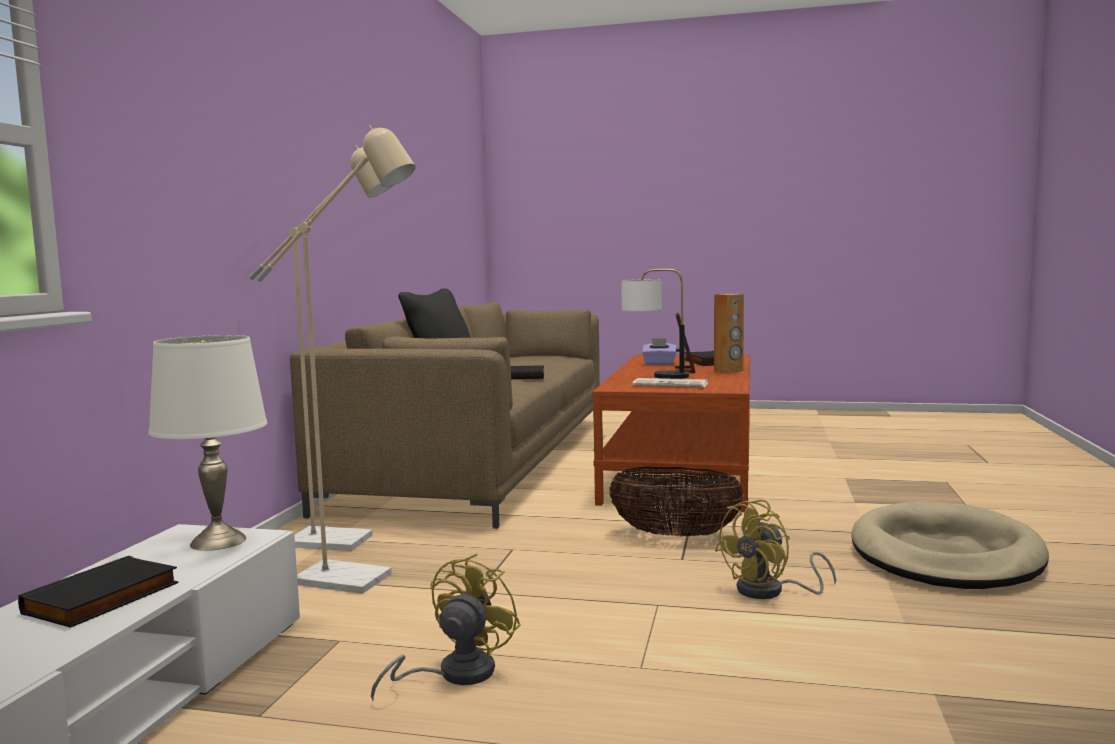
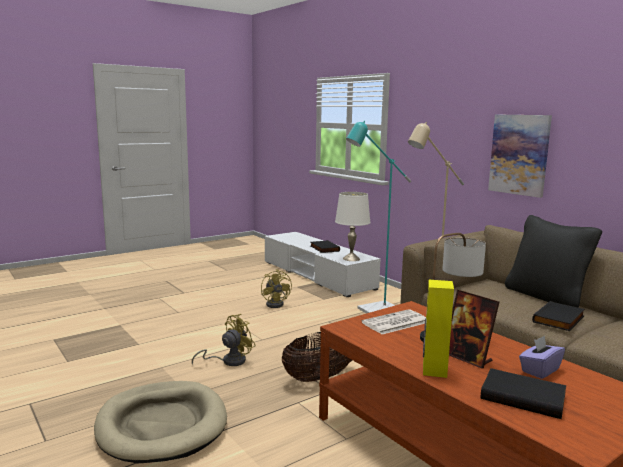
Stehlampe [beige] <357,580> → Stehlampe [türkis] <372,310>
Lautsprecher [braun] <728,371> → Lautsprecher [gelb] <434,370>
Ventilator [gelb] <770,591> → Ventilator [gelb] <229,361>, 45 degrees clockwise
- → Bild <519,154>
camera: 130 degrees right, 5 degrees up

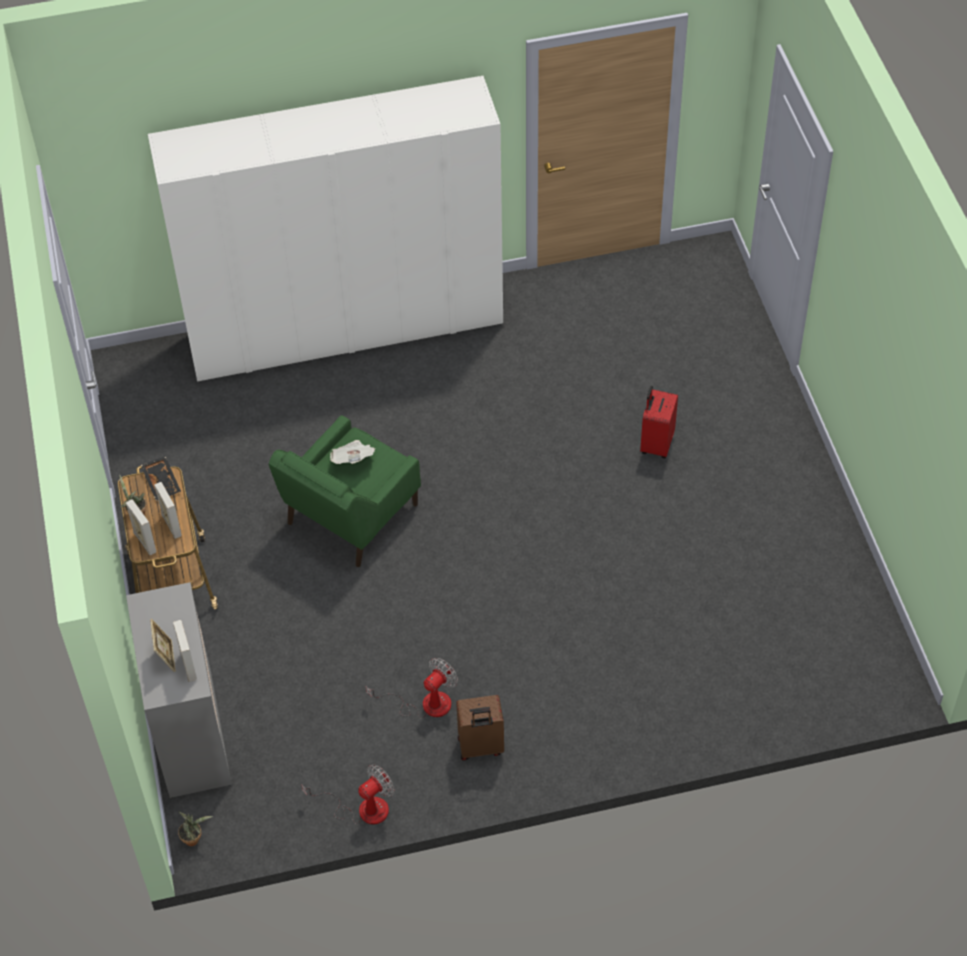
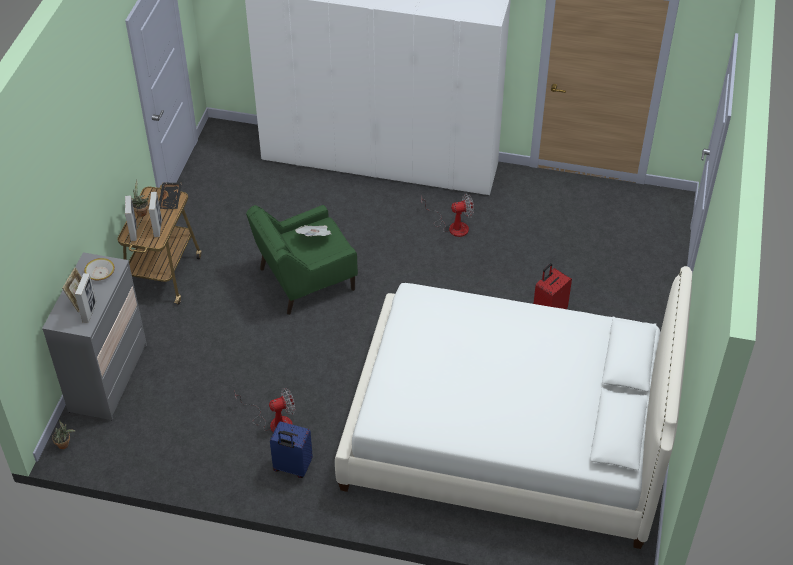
Koffer [braun] <480,747> → Koffer [blau] <292,467>
Ventilator <362,809> → Ventilator <452,226>, move
- → Schüssel <100,273>
- → Bett [weiß] <508,434>
camera: 25 degrees right, 5 degrees down

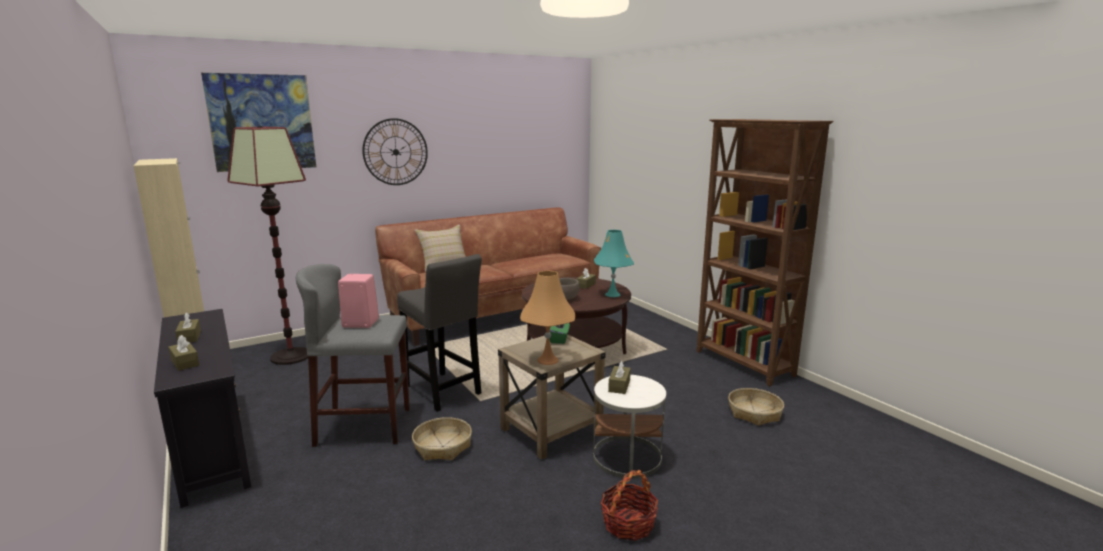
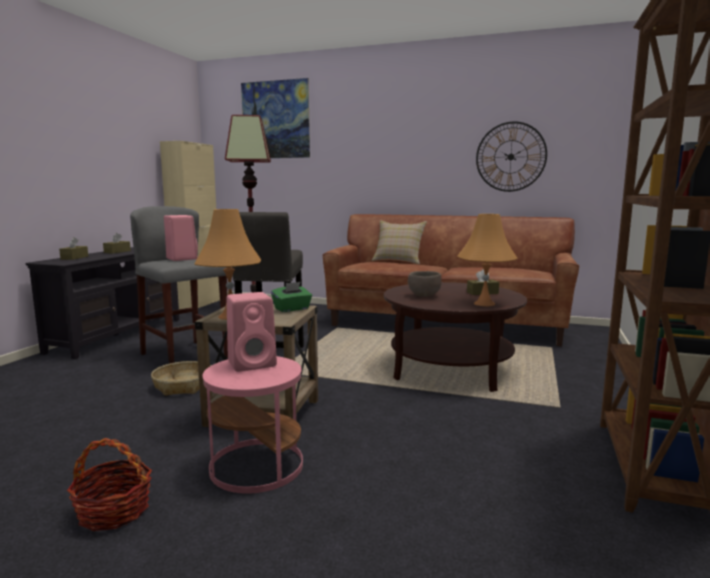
Wanduhr <395,152> → Wanduhr <510,157>, move
Tischlampe [türkis] <612,294> → Tischlampe [orange] <484,304>
Taschentuchbox [braun] <619,386> → Lautsprecher [rosa] <253,363>
Beistelltisch [weiß] <627,457> → Beistelltisch [rosa] <256,466>
Korb <754,413> → -
camera: 50 degrees right, 5 degrees down

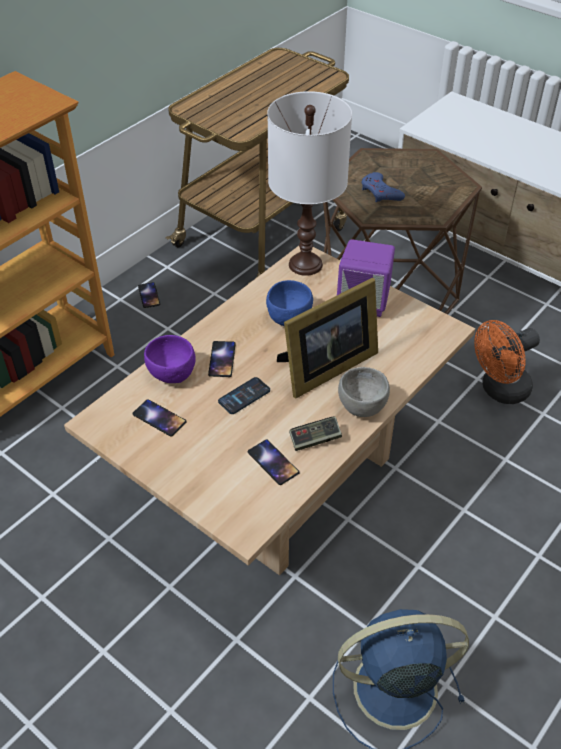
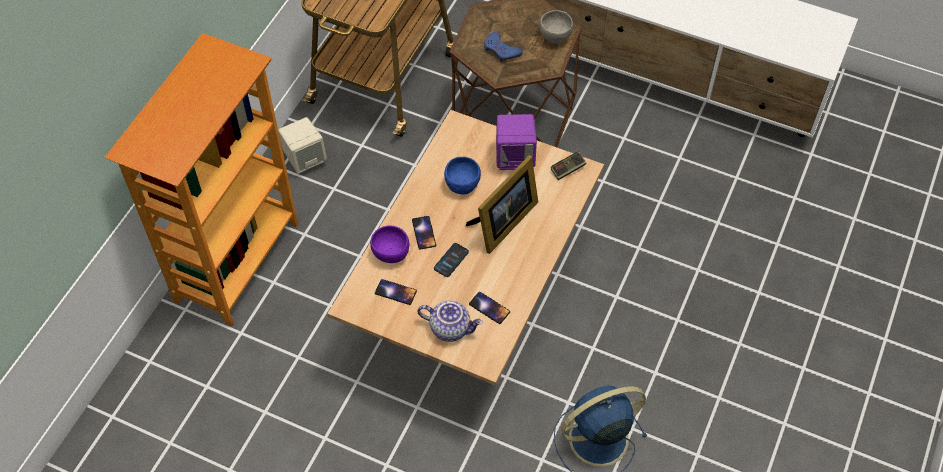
Tischlampe [weiß] <306,264> → -
Handy <149,295> → Lautsprecher [beige] <305,159>
Ventilator [orange] <499,391> → -
Schüssel [grau] <363,406> → Schüssel [grau] <555,36>, move
Gamepad <315,439> → Gamepad <568,169>, move
- → Teekanne <451,328>
camera: 15 degrees left, 10 degrees up

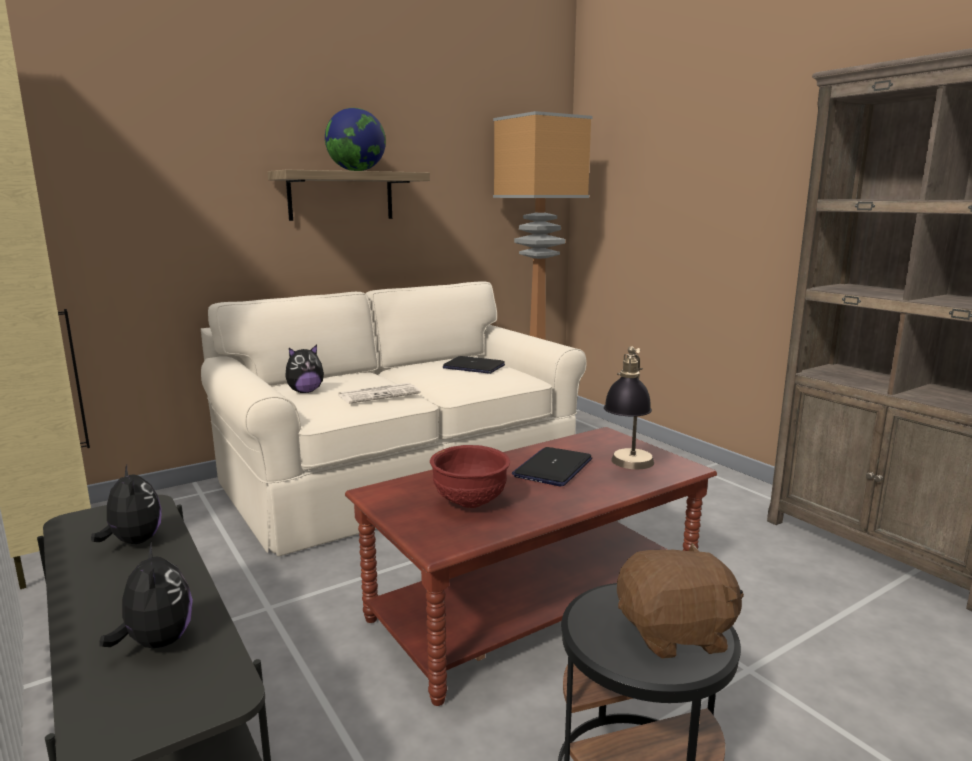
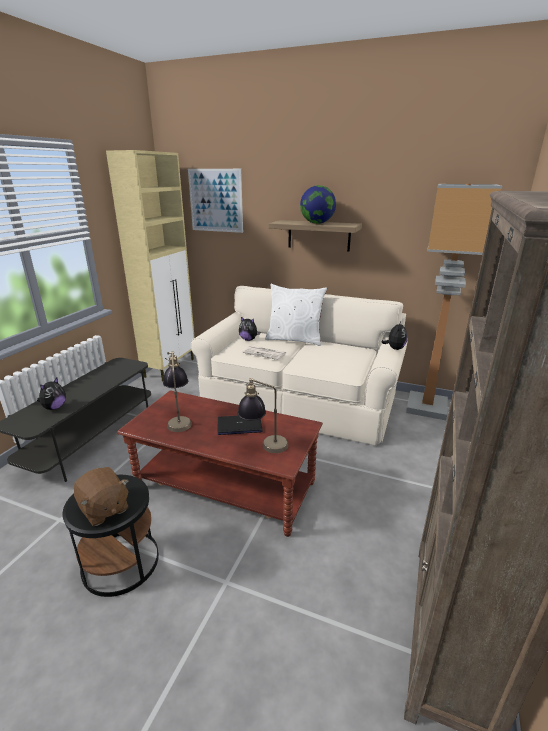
Laptop <473,367> → -
Schüssel [rot] <470,503> → Tischlampe <179,419>
Plüschtier <134,541> → Plüschtier <394,348>, move
- → Bild <216,200>
- → Kissen [weiß] <294,339>
camera: 55 degrees right, 10 degrees up

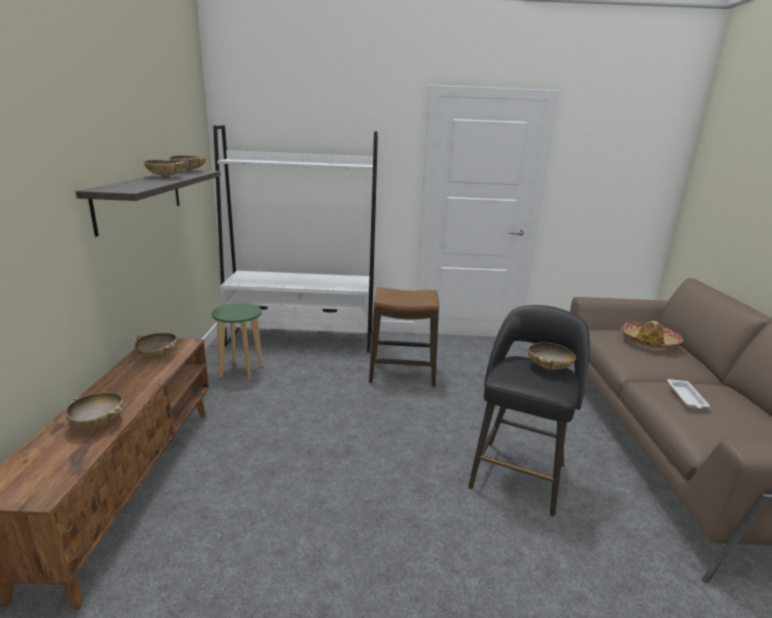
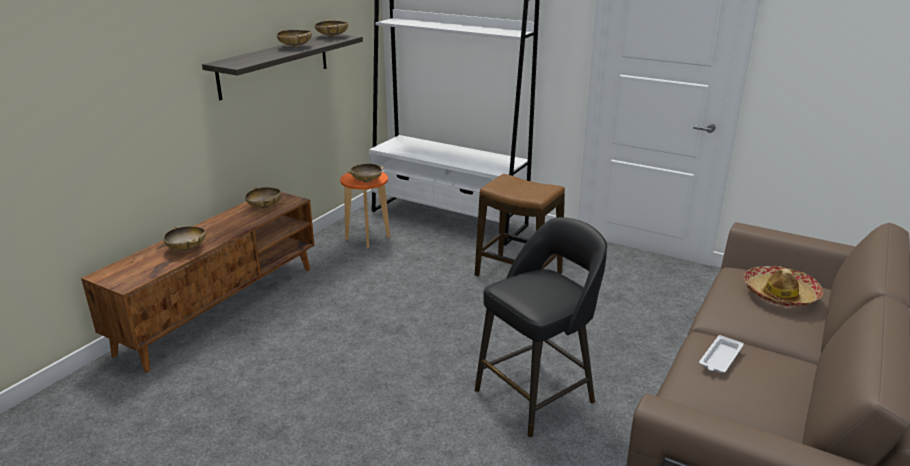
Hocker [grün] <241,371> → Hocker [orange] <367,238>
Schüssel [beige] <549,367> → Schüssel [beige] <367,181>, move
camera: 30 degrees right, 5 degrees up

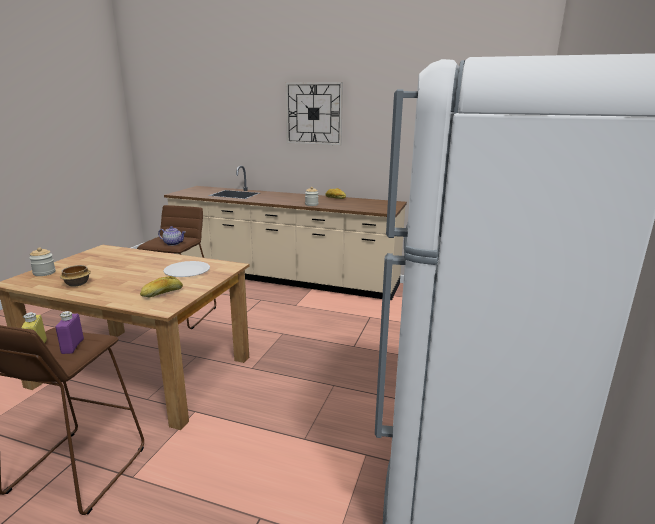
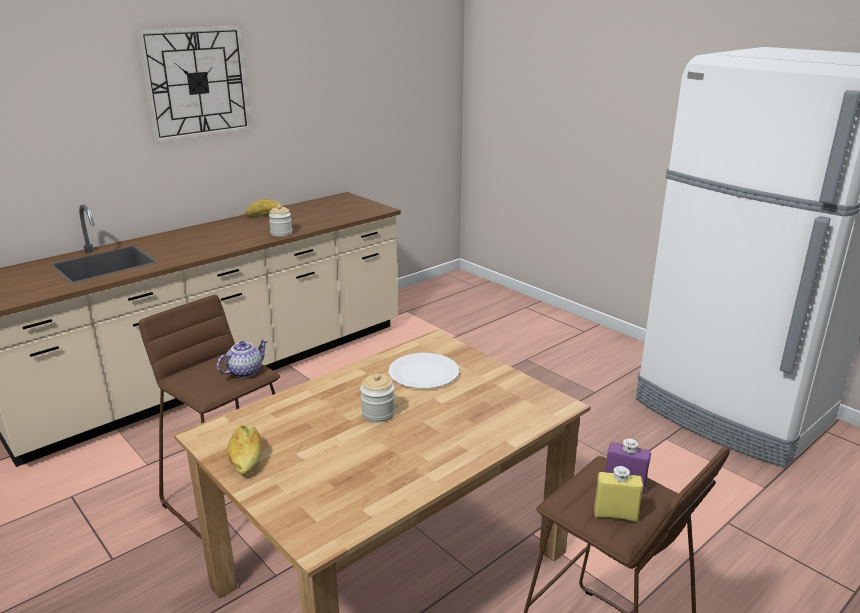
Vorratsglas <44,273> → Vorratsglas <378,414>, move
Schüssel <78,283> → -
Brot <162,293> → Brot <246,458>, move
camera: 60 degrees left, 5 degrees up

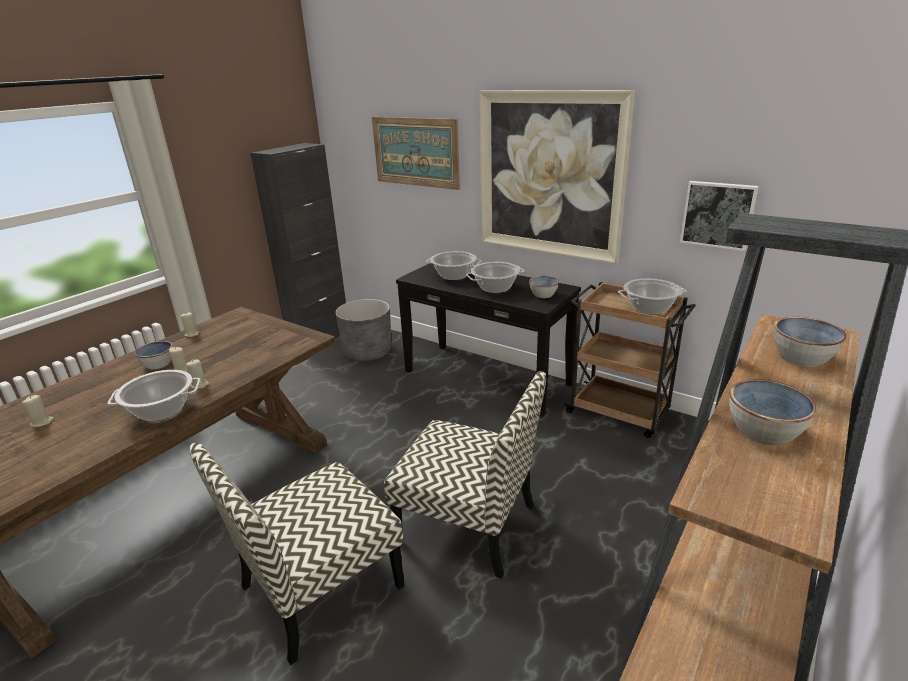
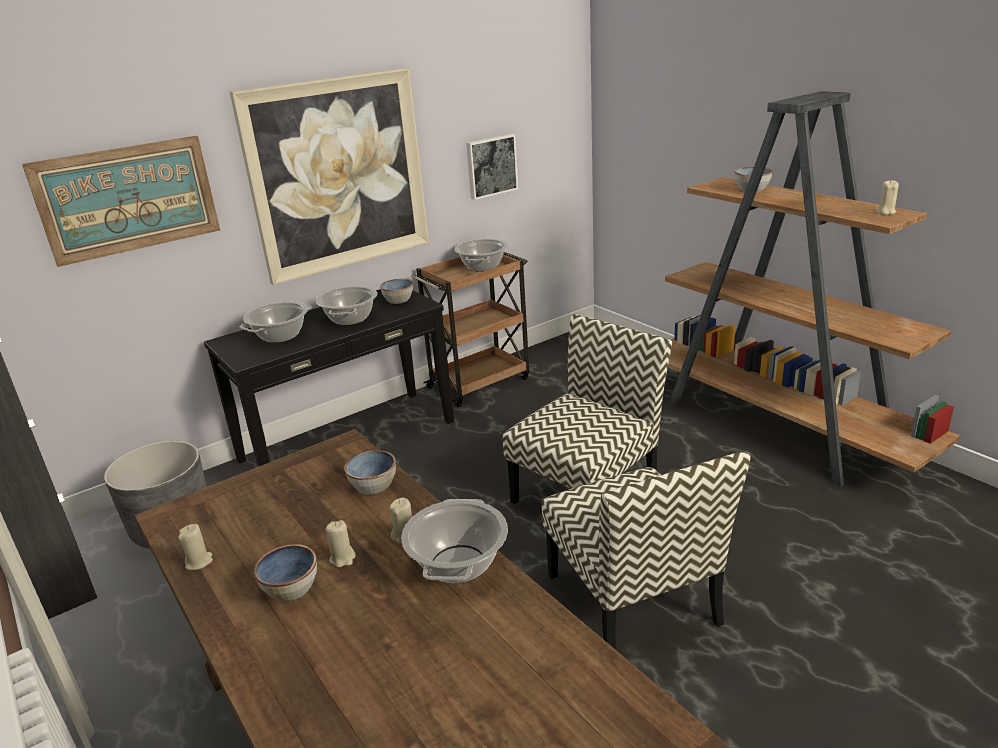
Schüssel <763,432> → Schüssel <373,486>, move
Kerze [beige] <42,422> → Kerze [beige] <885,212>, move
camera: 70 degrees left, 0 degrees up

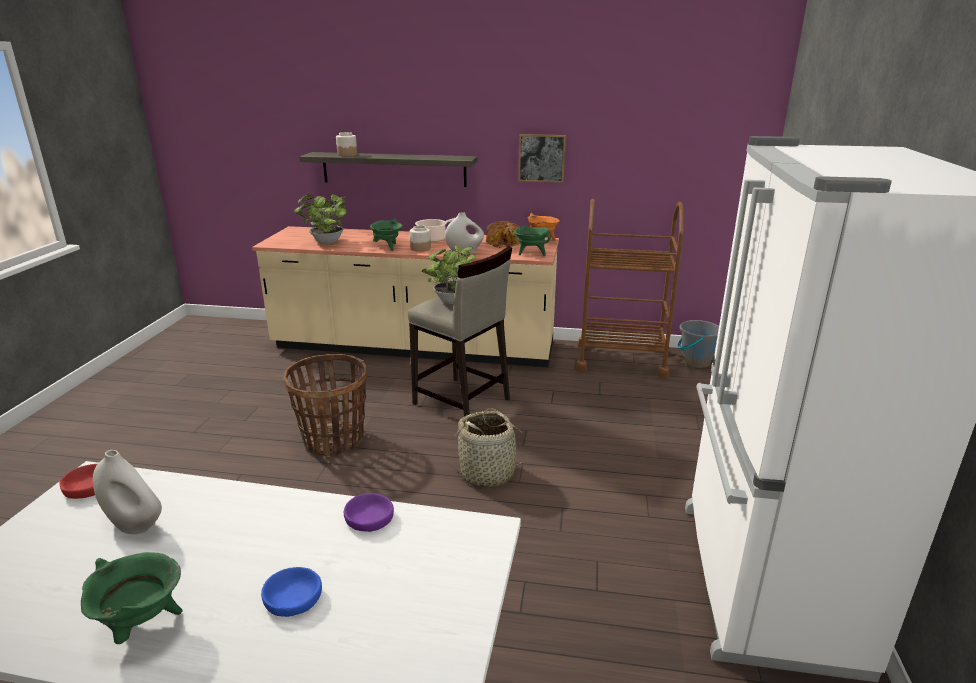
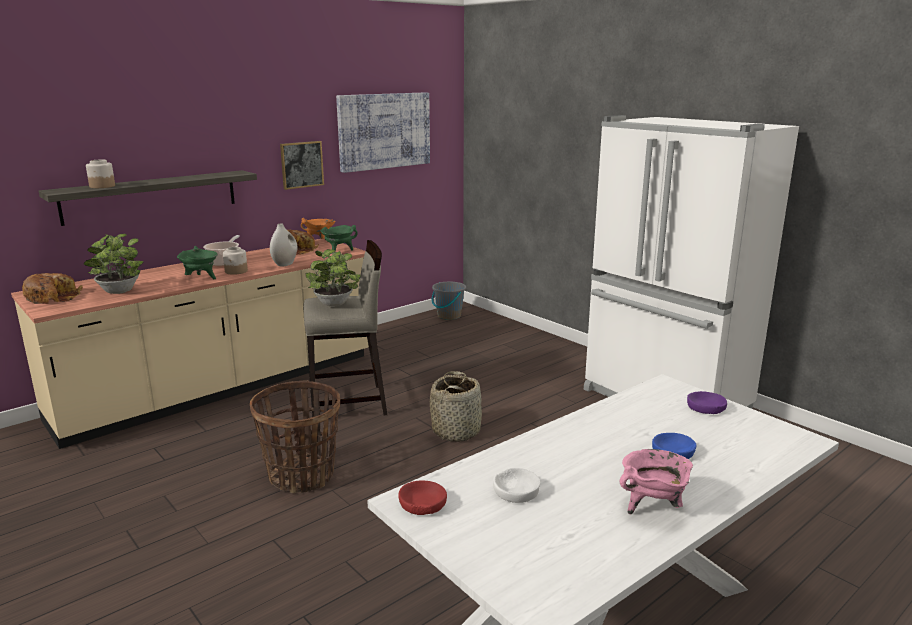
Rollwagen [braun] <621,360> → -
Vase [weiß] <135,524> → Schüssel [weiß] <516,491>
Schüssel [lila] <369,518> → Schüssel [lila] <706,408>, move
Kochtopf [grün] <143,626> → Kochtopf [rosa] <653,506>
- → Bild <383,131>
- → Brot <53,297>
camera: 50 degrees left, 5 degrees down

